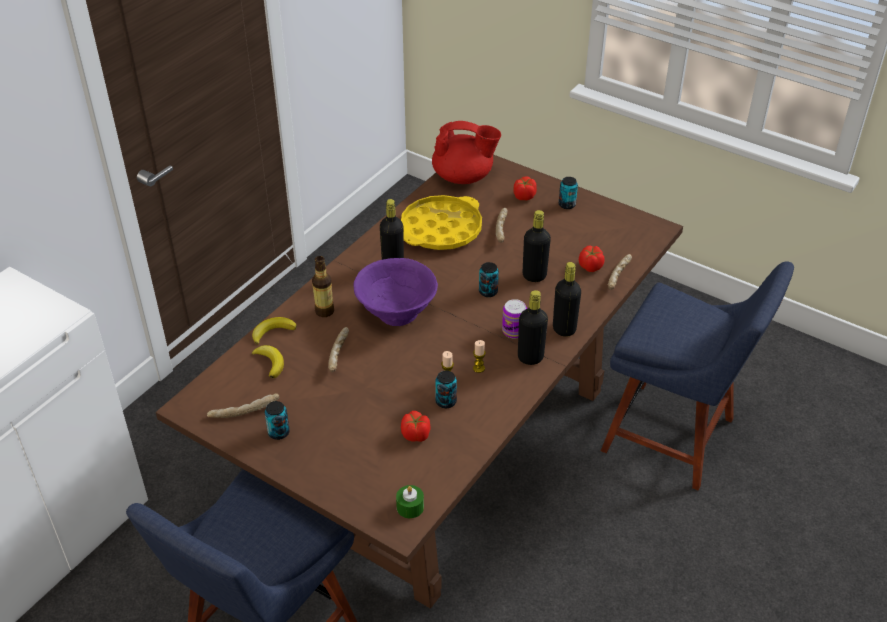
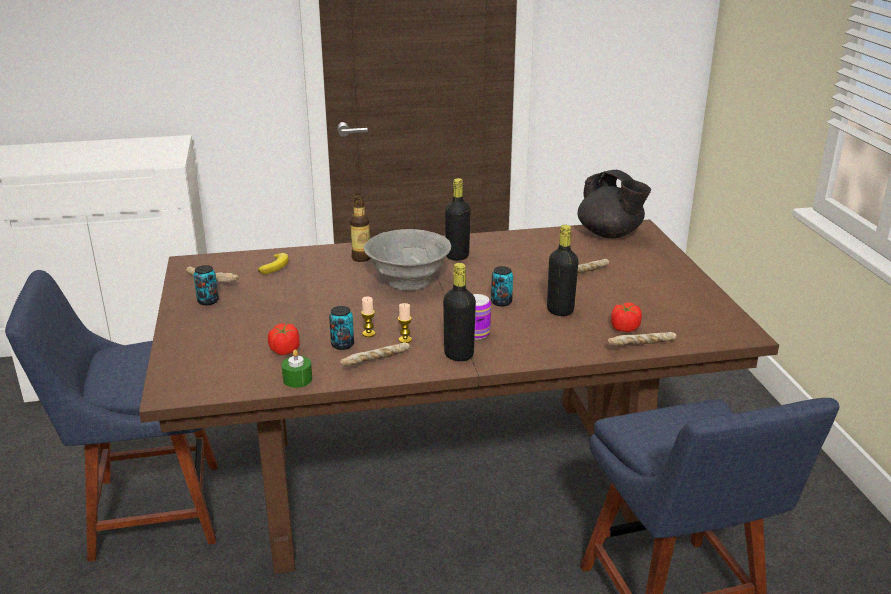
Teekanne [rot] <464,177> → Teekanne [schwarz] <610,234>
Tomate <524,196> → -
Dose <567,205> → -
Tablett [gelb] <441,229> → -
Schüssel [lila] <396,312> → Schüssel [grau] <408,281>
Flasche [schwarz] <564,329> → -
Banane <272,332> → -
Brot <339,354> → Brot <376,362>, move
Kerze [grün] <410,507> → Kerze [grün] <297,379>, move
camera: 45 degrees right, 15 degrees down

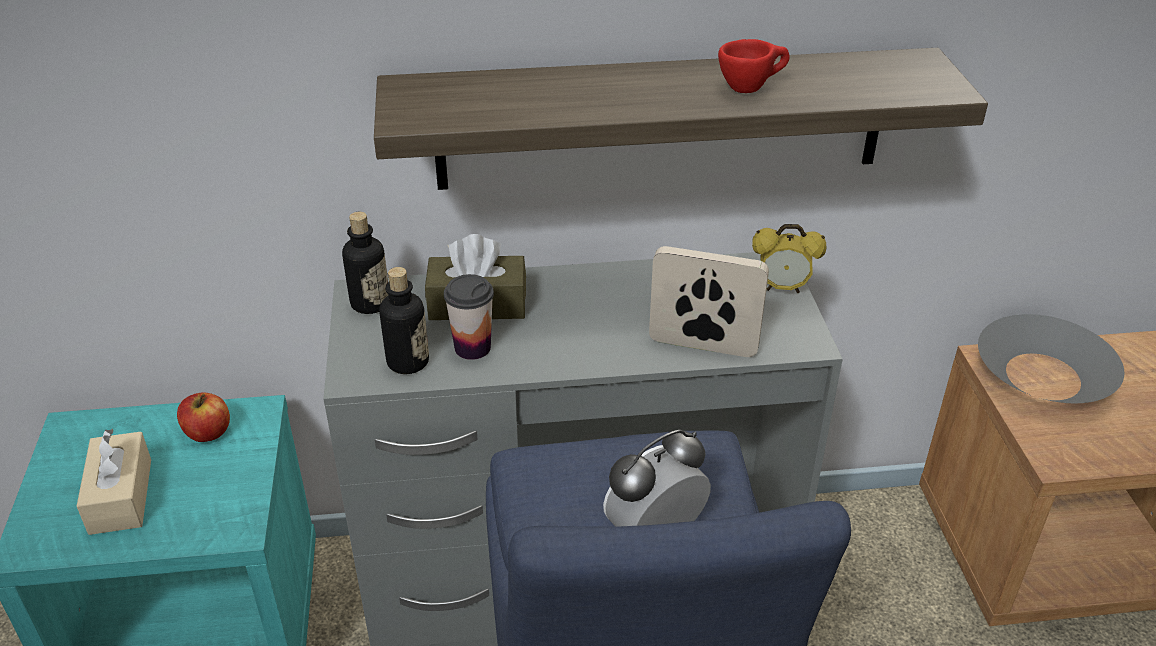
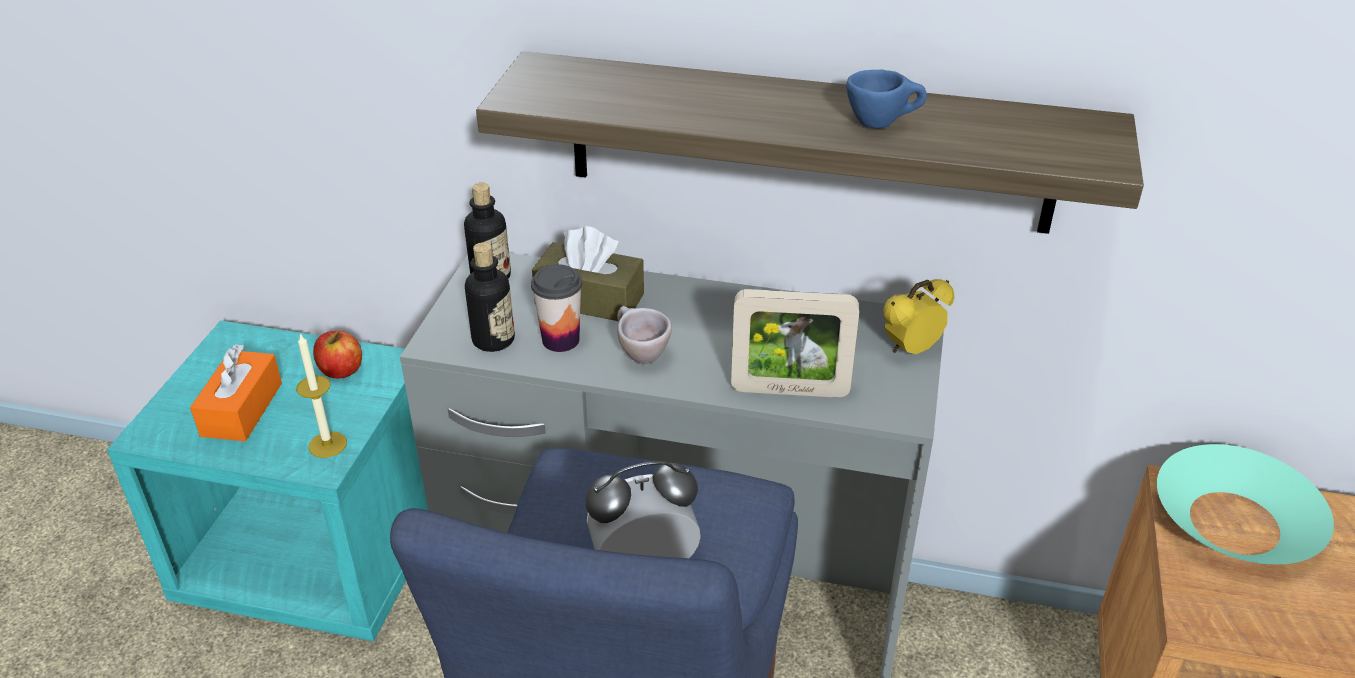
Tasse [rot] <750,88> → Tasse [blau] <882,124>
Wecker <782,288> → Wecker <911,350>, 120 degrees clockwise
Bilderrahmen <703,346> → Bilderrahmen <789,390>, 150 degrees clockwise
Schüssel [grau] <1043,376> → Schüssel [türkis] <1234,523>
Taschentuchbox [beige] <121,496> → Taschentuchbox [orange] <242,409>
- → Tasse [beige] <639,354>
- → Kerze <327,444>
camera: 20 degrees right, 0 degrees up

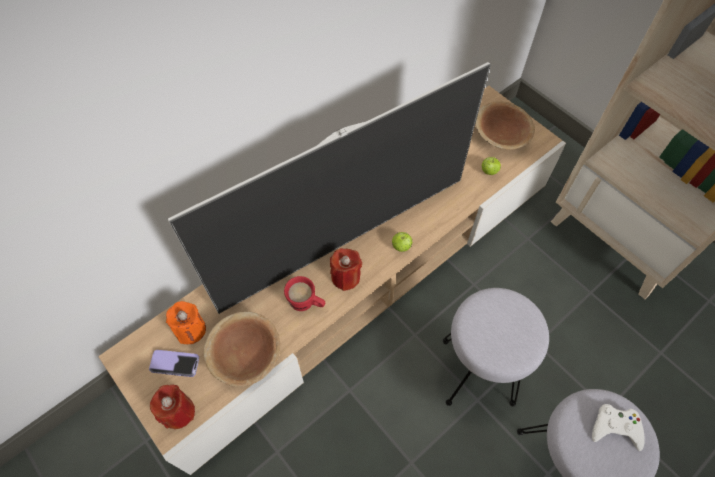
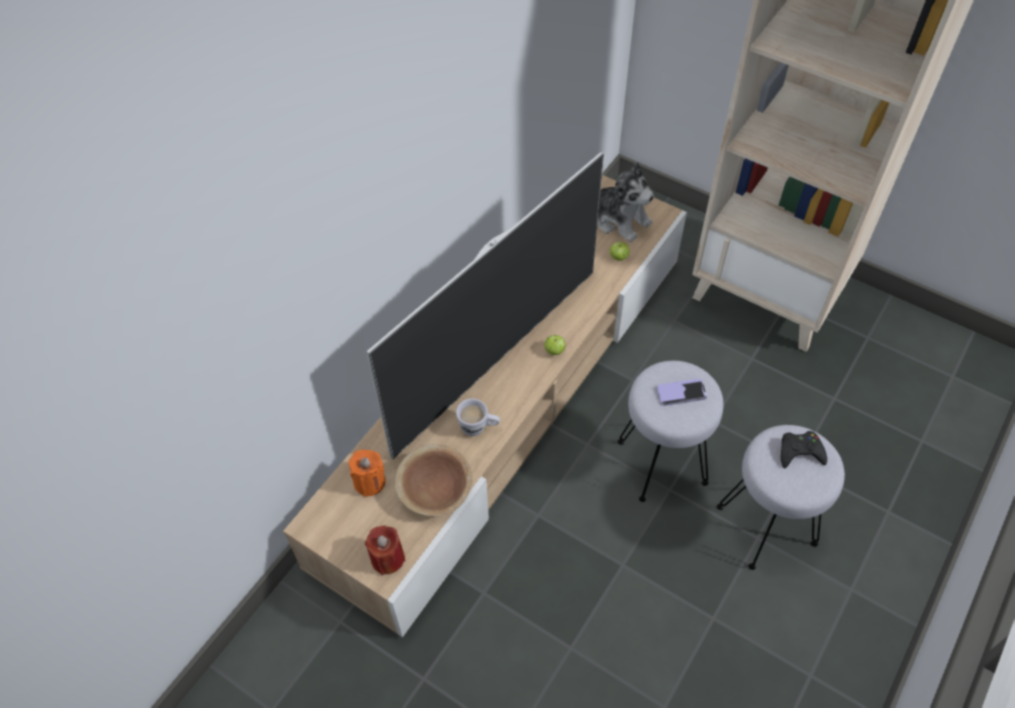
Schüssel [braun] <501,136> → Plüschtier <620,219>
Kerze [rot] <345,277> → -
Henkelbecher [rot] <307,304> → Henkelbecher [weiß] <478,427>
Handy <174,364> → Handy <681,393>, move
Gamepad [weiß] <615,427> → Gamepad [schwarz] <800,452>
camera: 15 degrees left, 5 degrees down

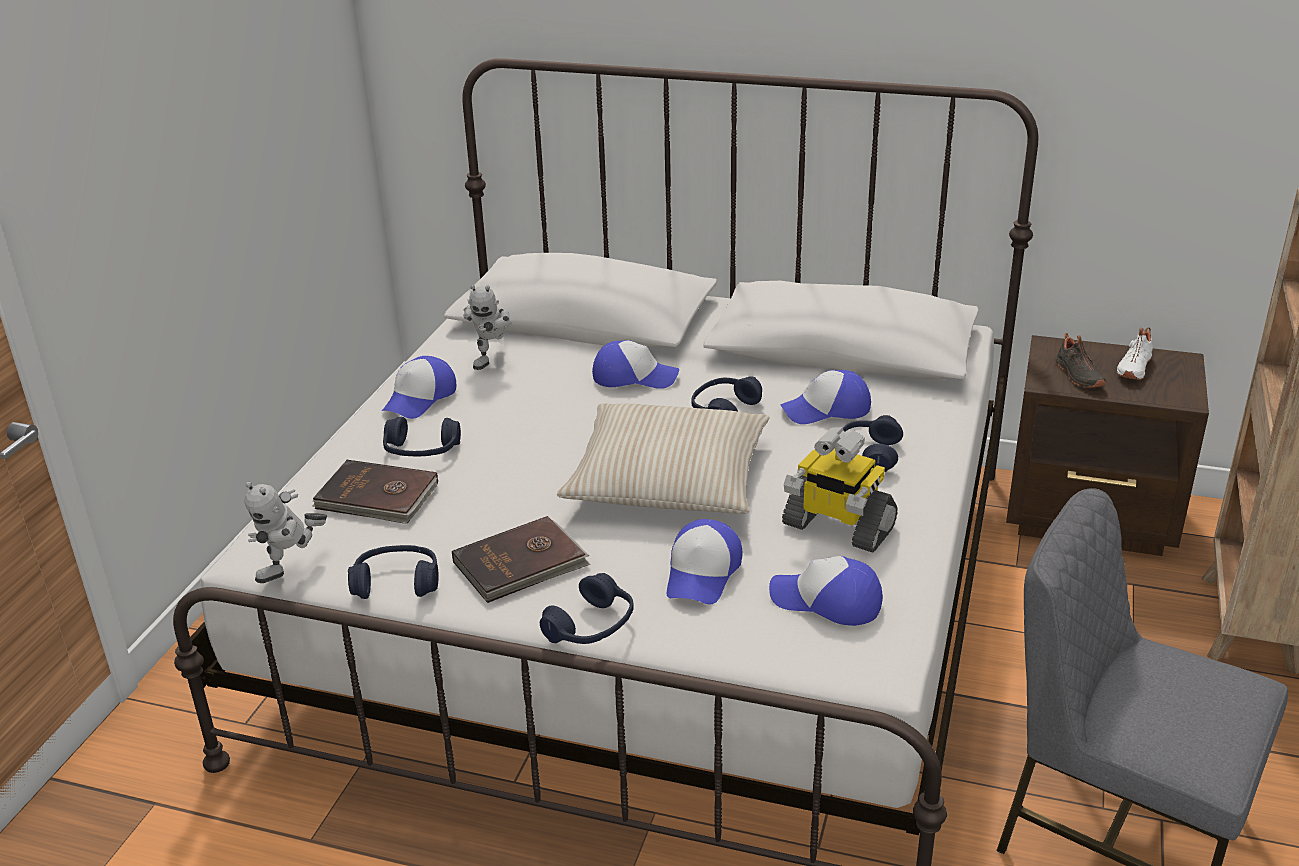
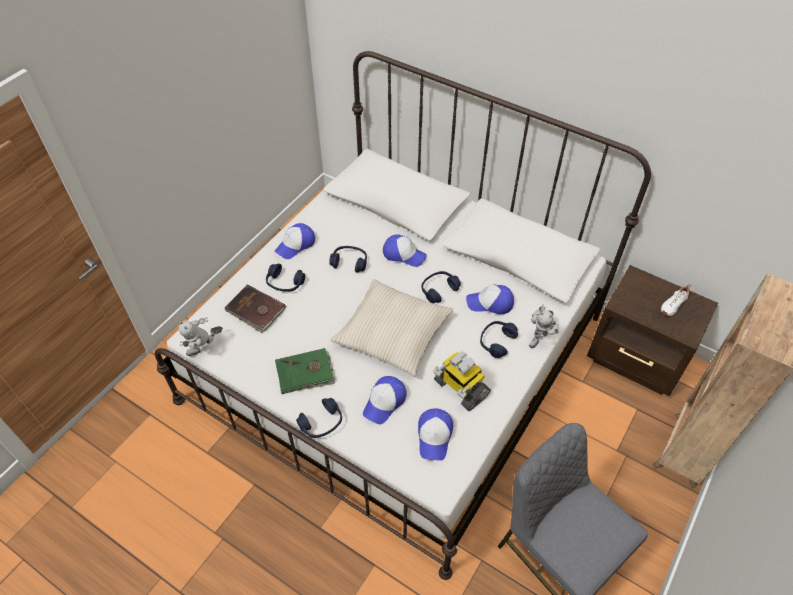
Spielzeugroboter <493,359> → Spielzeugroboter <540,338>, move
Schuh [schwarz] <1077,376> → -
Buch [braun] <521,564> → Buch [grün] <305,373>
Kopfhörer [blau] <397,583> → Kopfhörer [blau] <349,262>, move
Kappe <826,601> → Kappe <434,436>, 120 degrees counterclockwise
camera: 15 degrees right, 20 degrees up

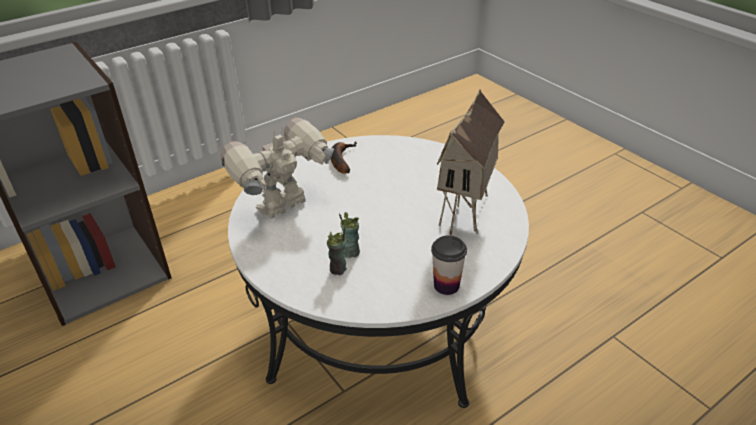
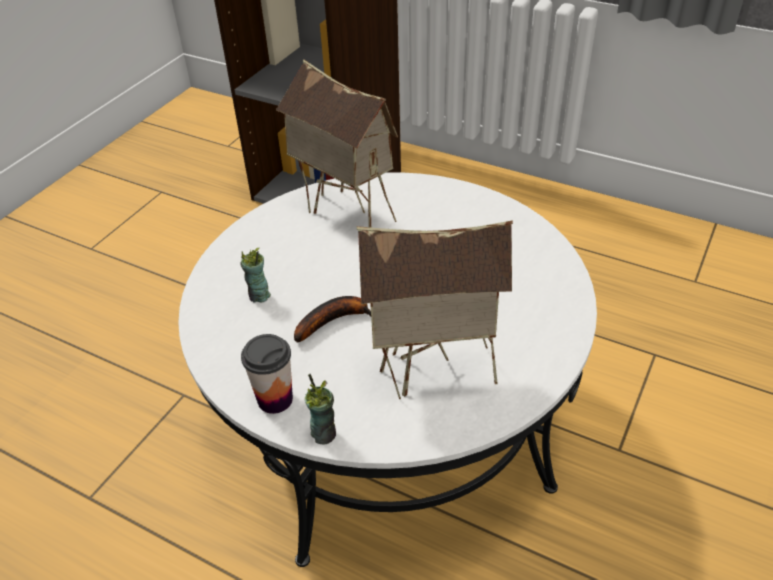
Spielzeugroboter <284,207> → Spielzeughaus <344,215>
Banane <340,160> → Banane <336,321>, move
Tasse <351,252> → Tasse <324,433>, move
camera: 65 degrees right, 5 degrees up

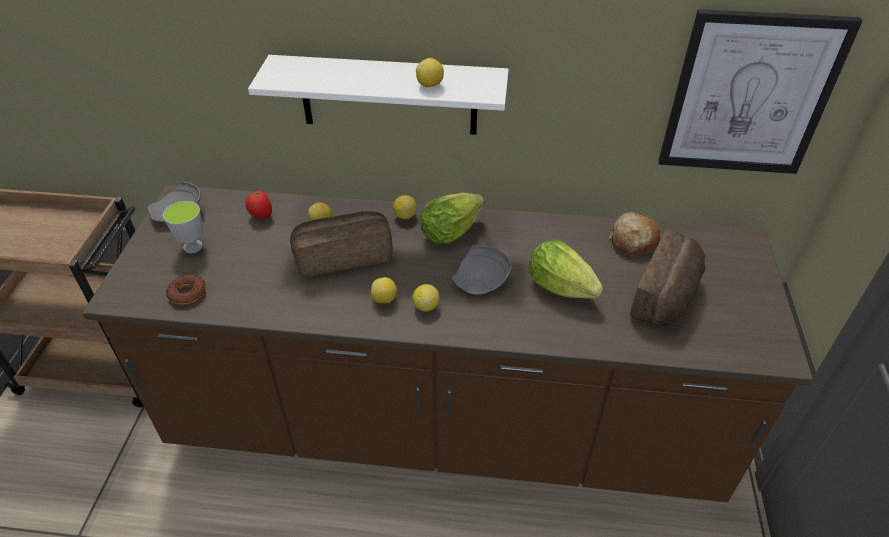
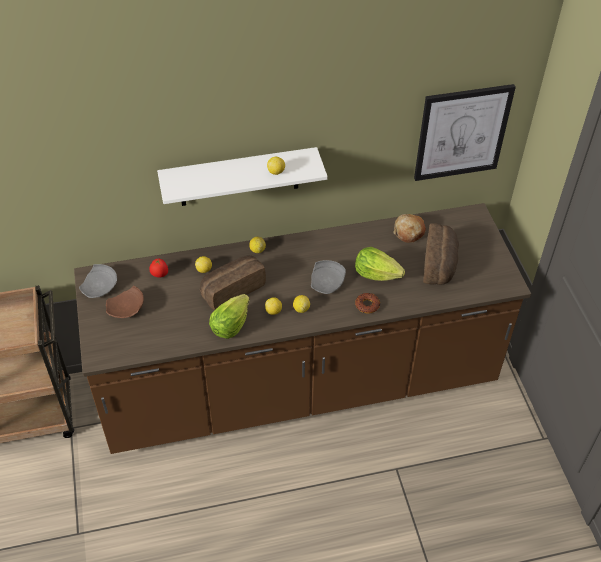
Salatkopf <449,232> → Salatkopf <230,325>, move
Tasse <193,247> → Teller [braun] <126,309>
Donut <187,293> → Donut <367,305>, move
camera: 20 degrees left, 5 degrees up

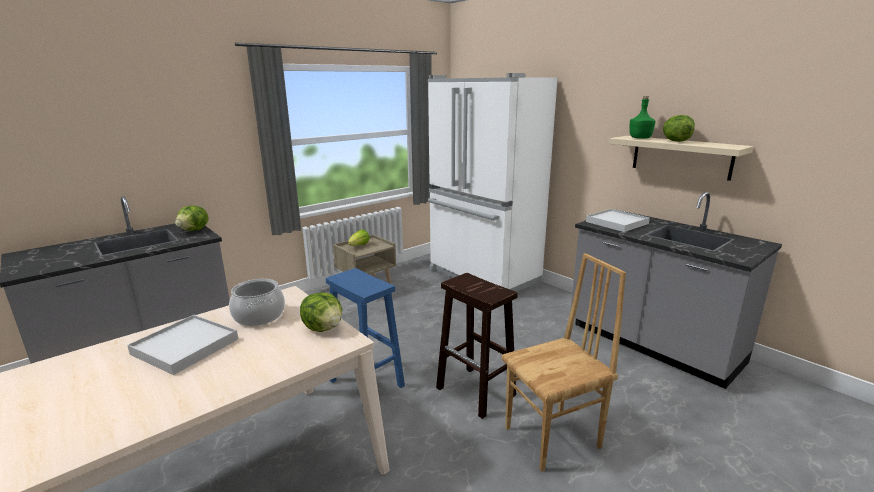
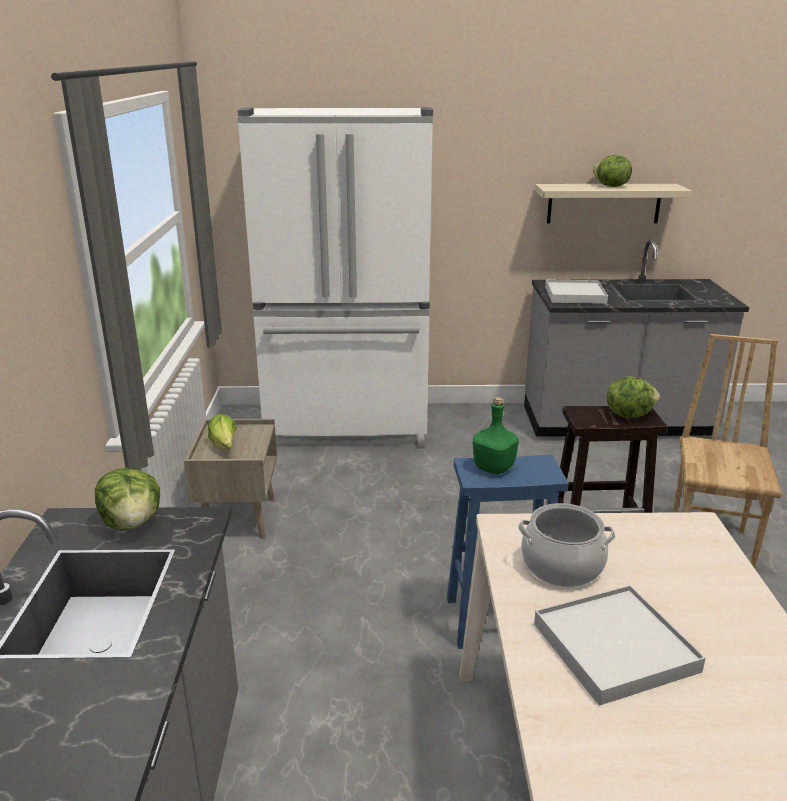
Flasche [grün] <639,138> → Flasche [grün] <493,468>, move
Salatkopf <324,328> → Salatkopf <628,414>, move
camera: 50 degrees left, 5 degrees up

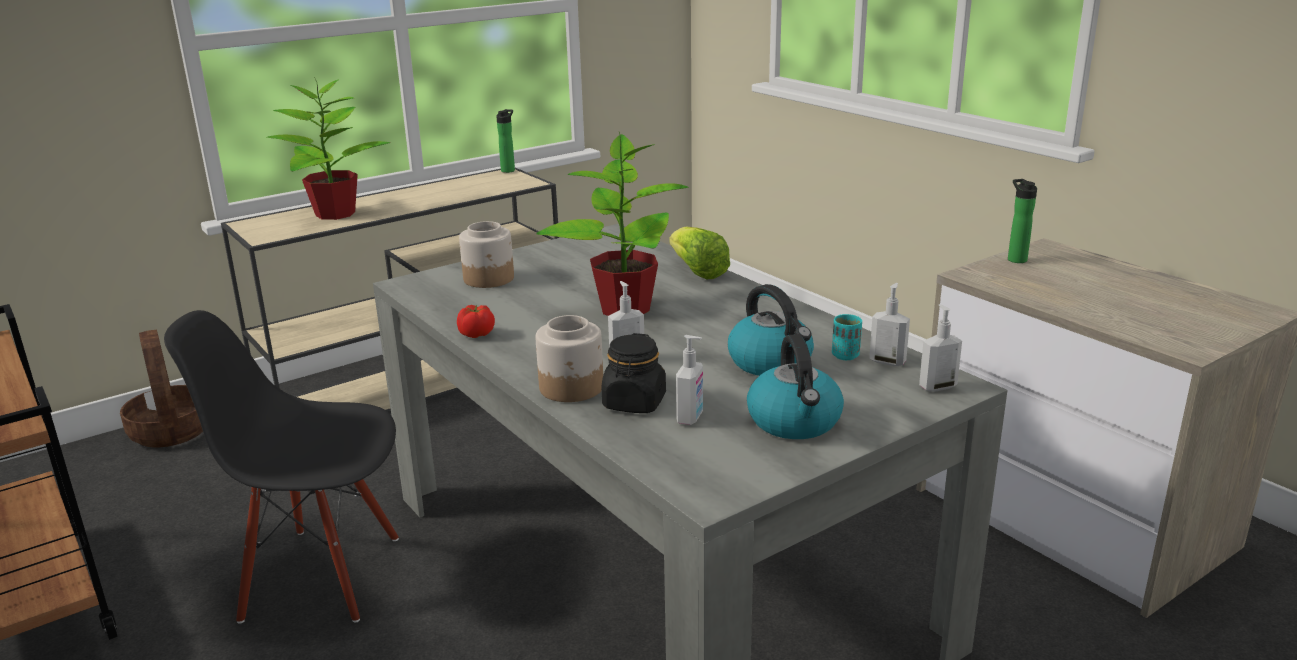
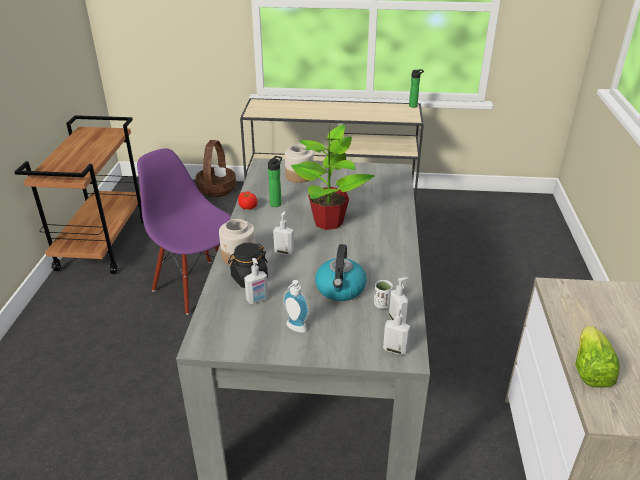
Topfpflanze <334,214> → -
Flasche <1015,259> → Flasche <276,203>, move
Salatkopf <697,271> → Salatkopf <590,370>, move
Stuhl [schwarz] <322,576> → Stuhl [lila] <196,286>
Tasse [türkis] <845,356> → Tasse [weiß] <382,304>
Wasserkessel <795,422> → Seifenspender <294,329>
camera: 40 degrees right, 10 degrees up

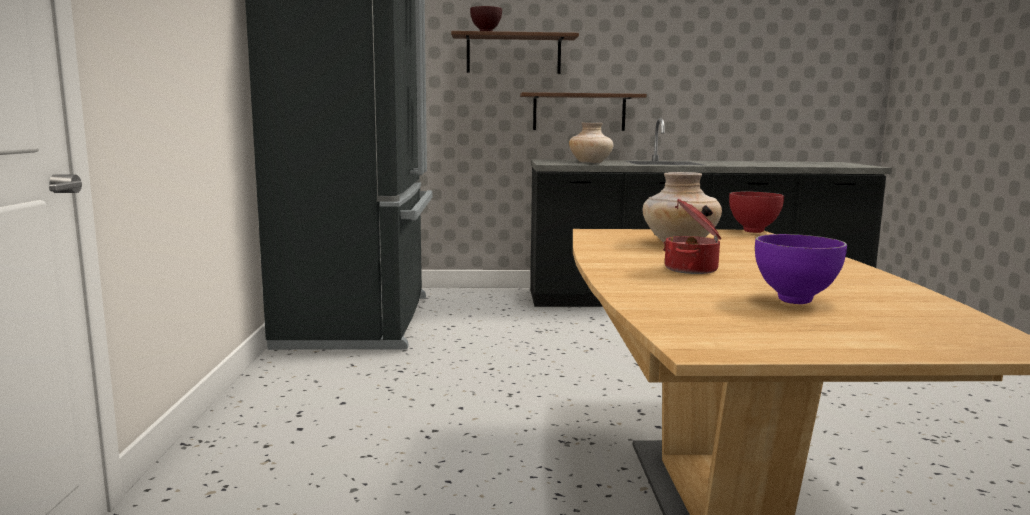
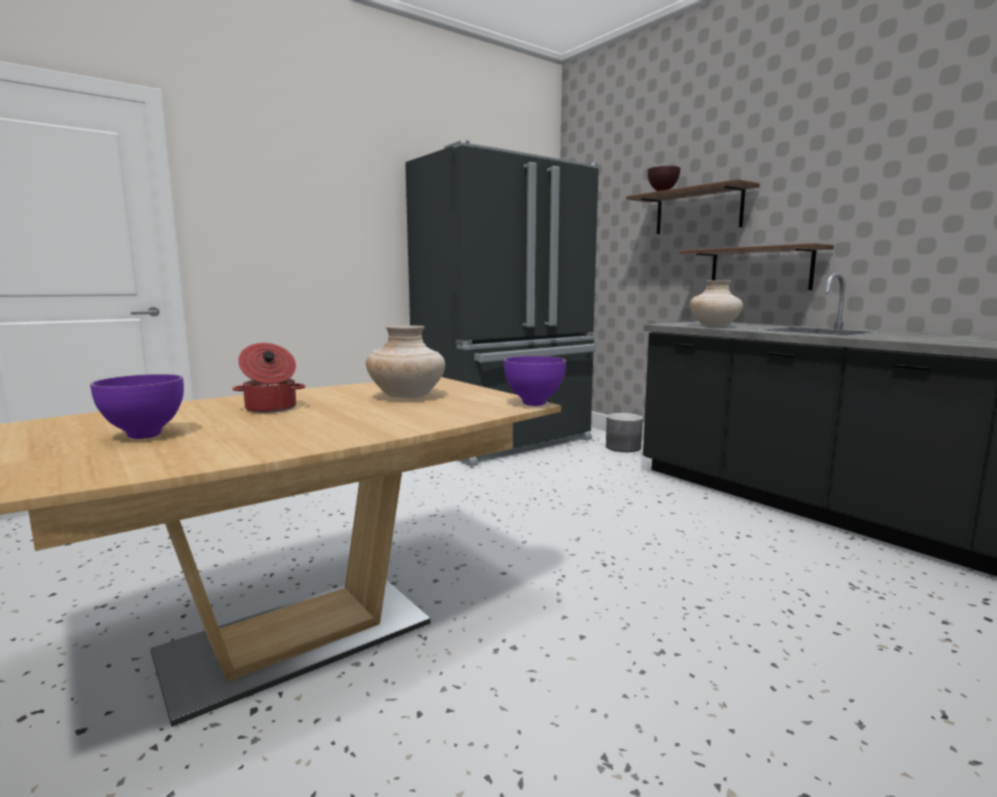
Schüssel [rot] <752,231> → Schüssel [lila] <534,404>
- → Pflanzkübel [grau] <623,447>
camera: 55 degrees right, 0 degrees up

